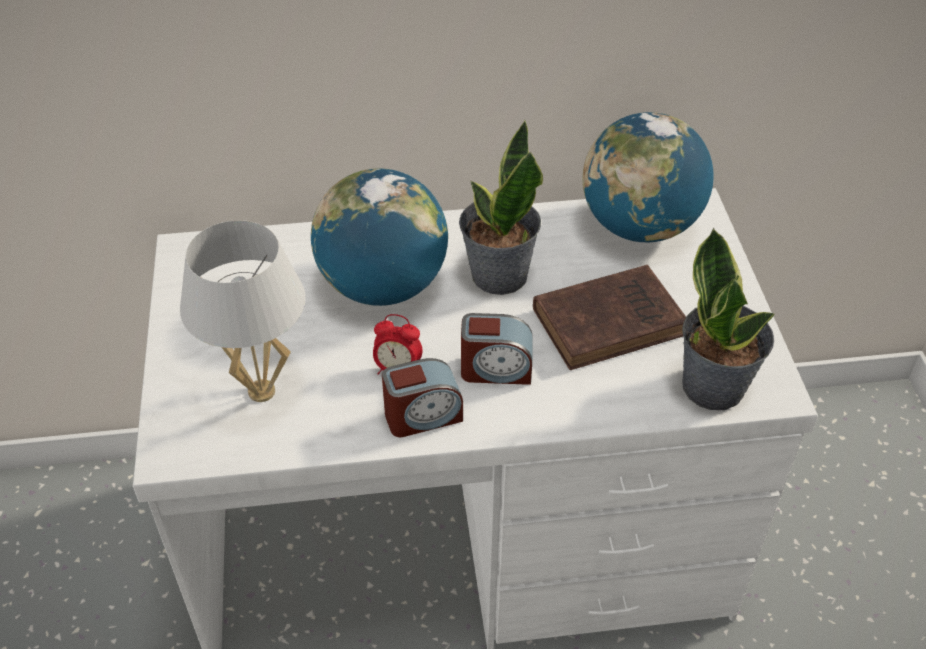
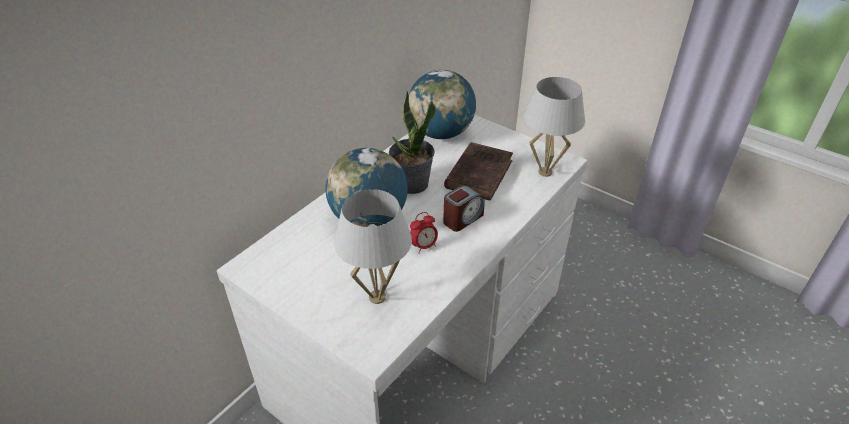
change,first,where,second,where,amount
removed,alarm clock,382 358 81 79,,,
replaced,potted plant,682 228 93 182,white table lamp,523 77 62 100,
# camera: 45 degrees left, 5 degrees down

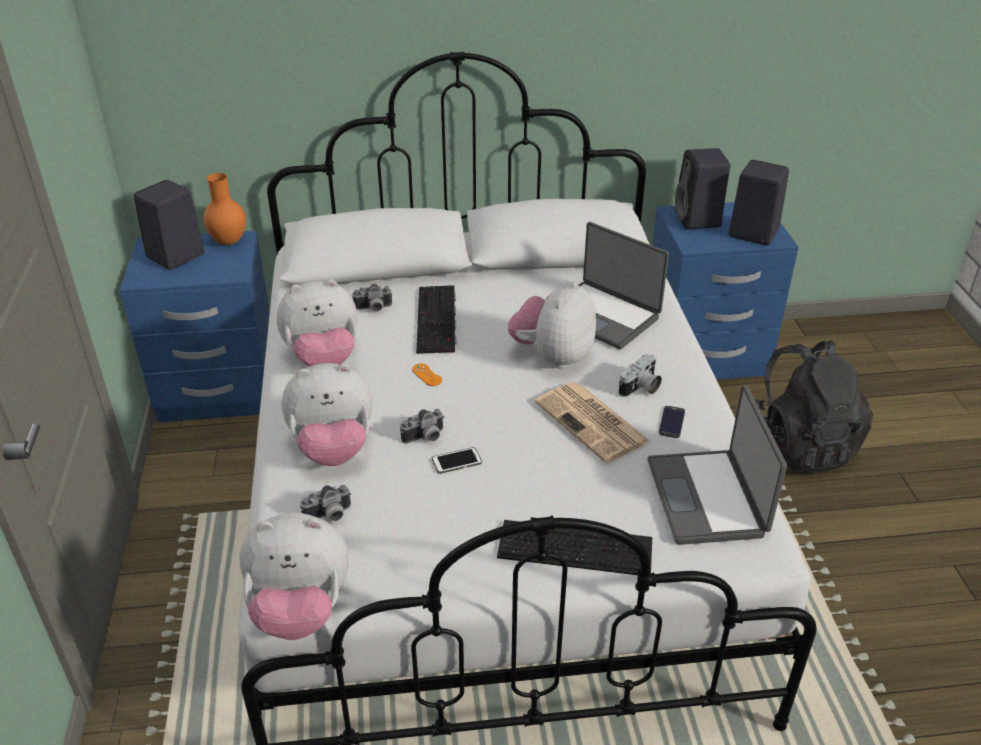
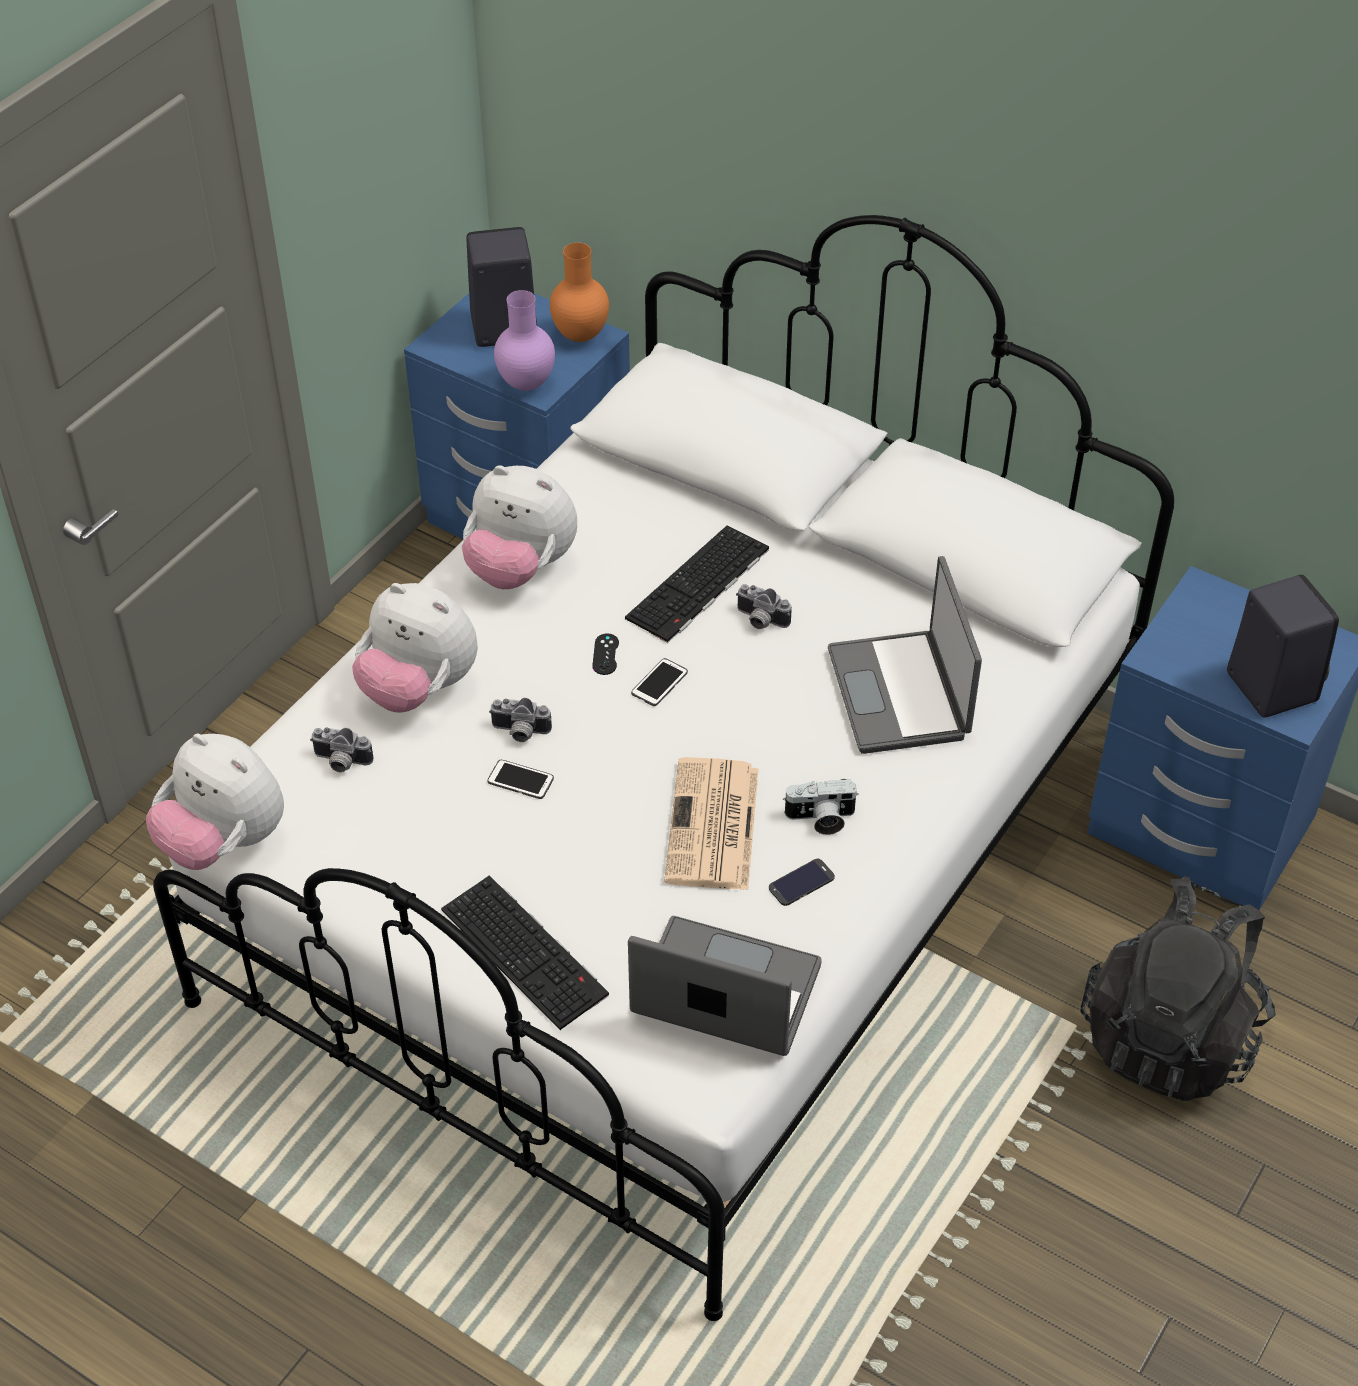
change,first,where,second,where,amount
removed,plush toy,508 280 88 89,,,
removed,black speaker,675 148 55 81,,,
added,,,purple vase,494 290 61 101,
added,,,phone,631 658 57 48,
moved,photo camera,352 284 41 27,,736 584 56 45,
recoloured,orange game controller,412 364 30 22,black game controller,592 633 27 42,
turned,laptop,647 385 140 160,,628 916 194 140,75 degrees clockwise
# camera: 40 degrees right, 10 degrees up

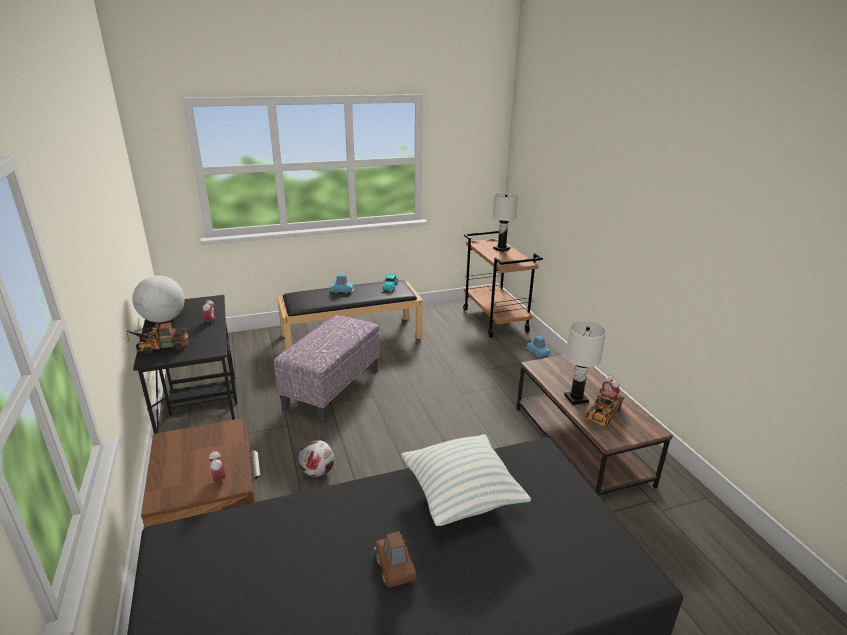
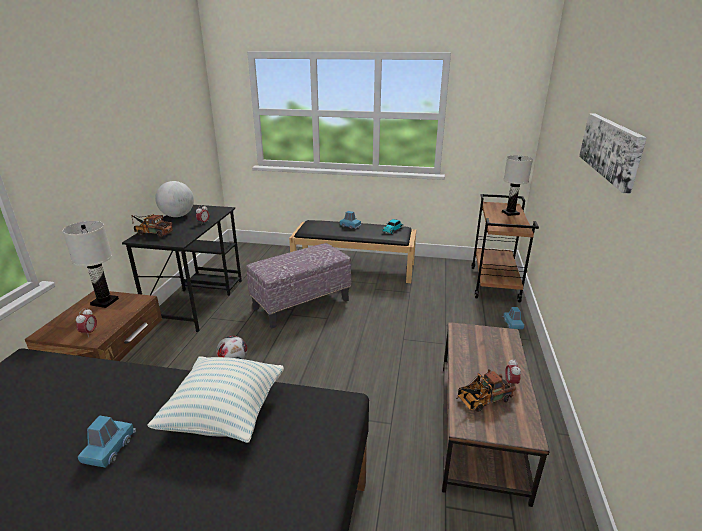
change,first,where,second,where,amount
added,,,picture,579 113 68 81,
moved,white table lamp,564 321 42 84,,62 221 57 87,
recoloured,brown toy car,374 531 42 57,blue toy car,78 415 58 53,
# camera: 30 degrees right, 0 degrees up

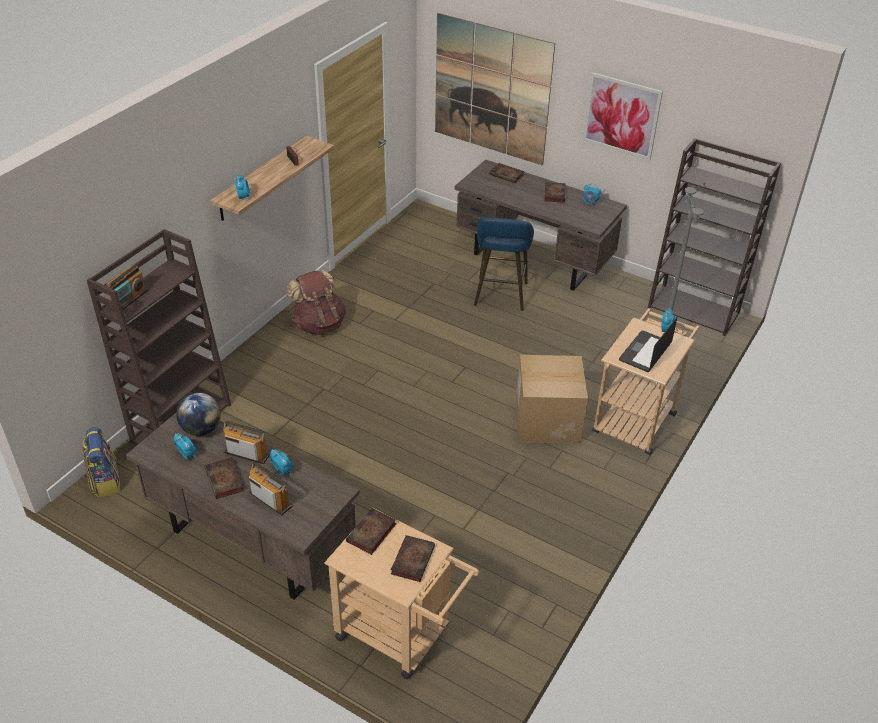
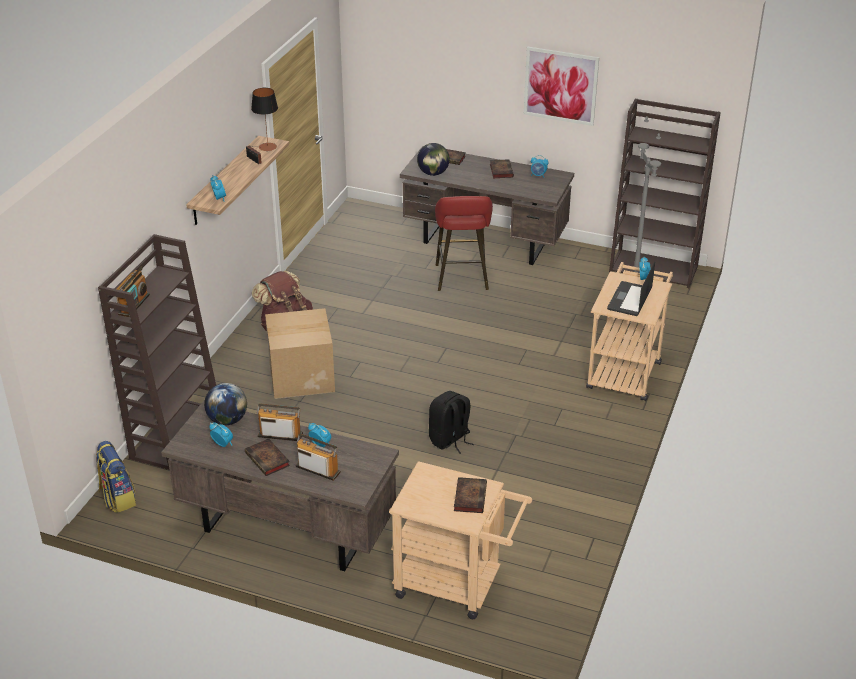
change,first,where,second,where,amount
removed,book,346 508 50 47,,,
removed,picture,435 13 120 153,,,
added,,,table lamp,251 88 27 63,
added,,,globe,417 143 33 33,
added,,,black backpack,429 391 45 63,
moved,cardboard box,516 355 72 88,,265 308 70 91,
recoloured,blue stool,474 217 60 94,red stool,435 196 58 95,
# camera: 10 degrees left, 5 degrees down

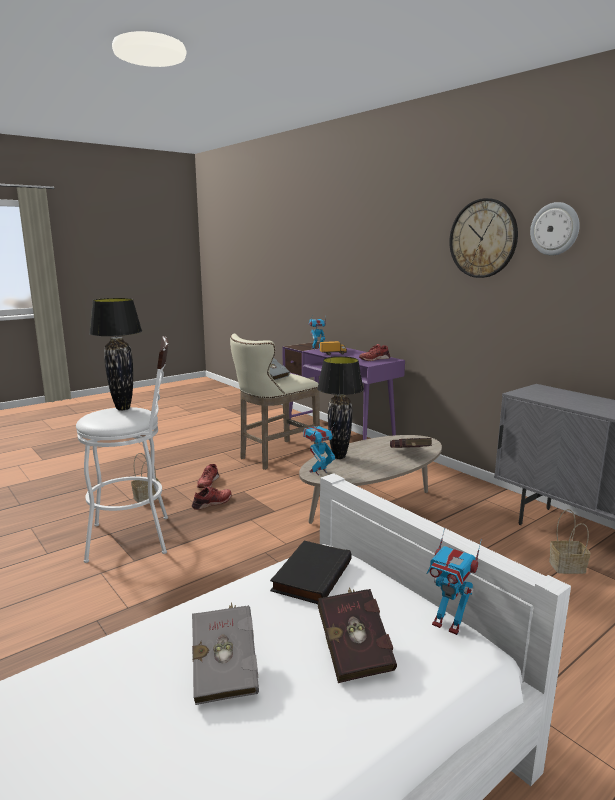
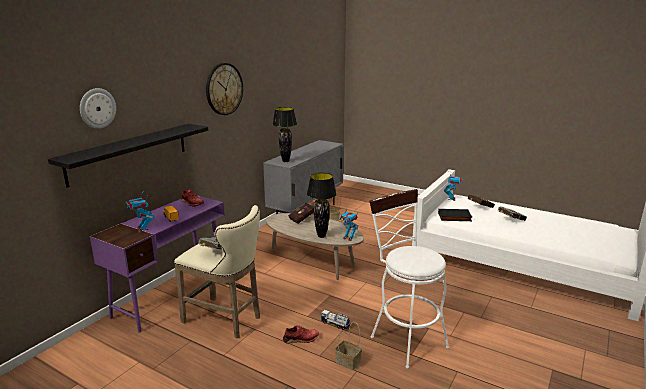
change,first,where,second,where,amount
added,,,black shelf,48 124 160 64,
moved,black table lamp,89 298 53 112,,273 107 24 55,
moved,wall clock,530 202 50 54,,80 88 36 41,
replaced,red shoe,192 487 40 23,toy truck,321 310 29 20,
# camera: 110 degrees left, 5 degrees up

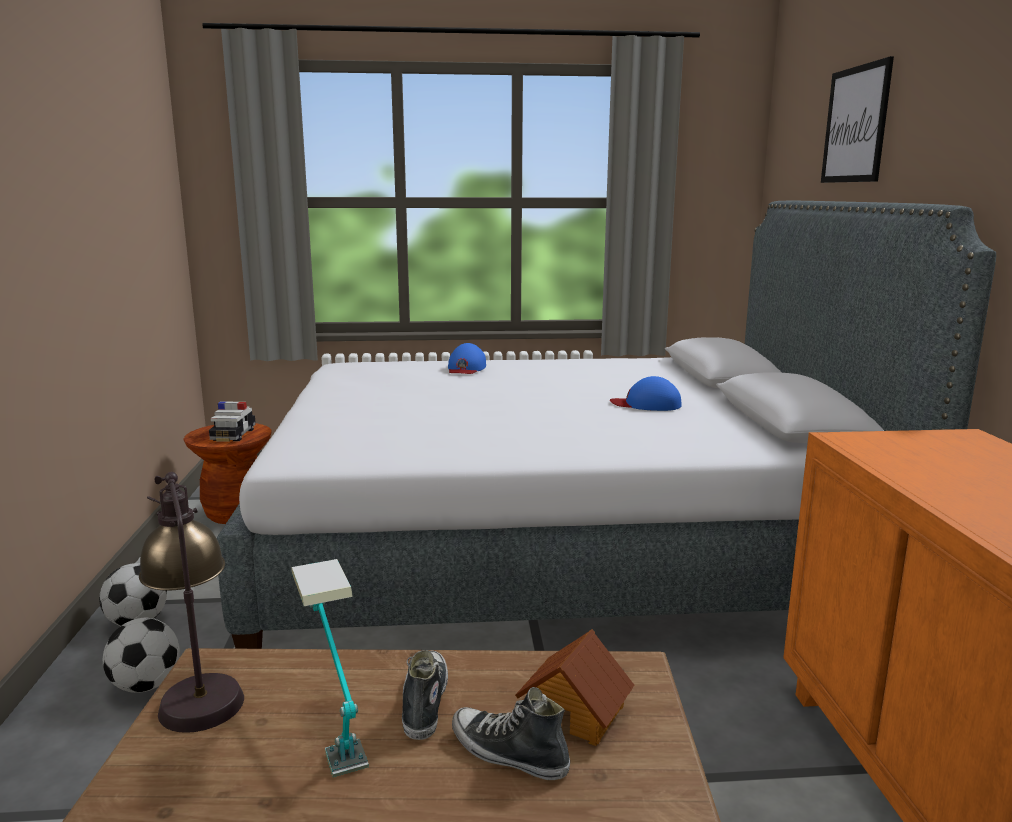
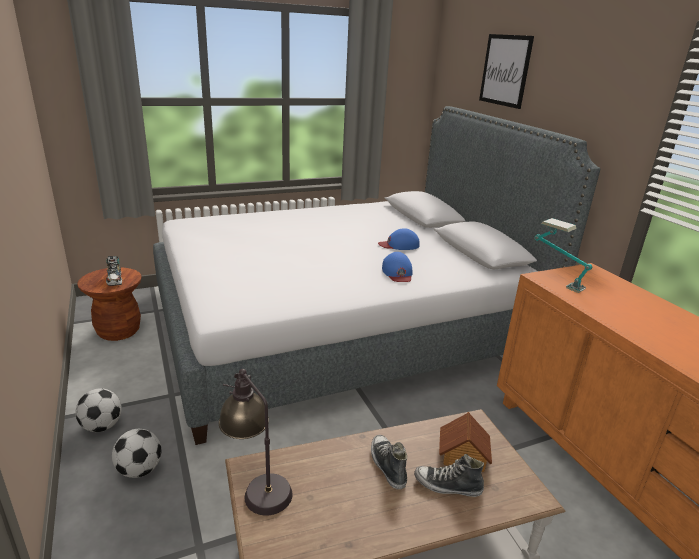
change,first,where,second,where,amount
moved,table lamp,291 559 78 218,,534 218 58 75,
moved,blue cap,448 343 38 31,,382 252 31 30,
replaced,toy car,209 401 47 41,shoe,106 256 16 30,
# camera: 20 degrees left, 10 degrees up

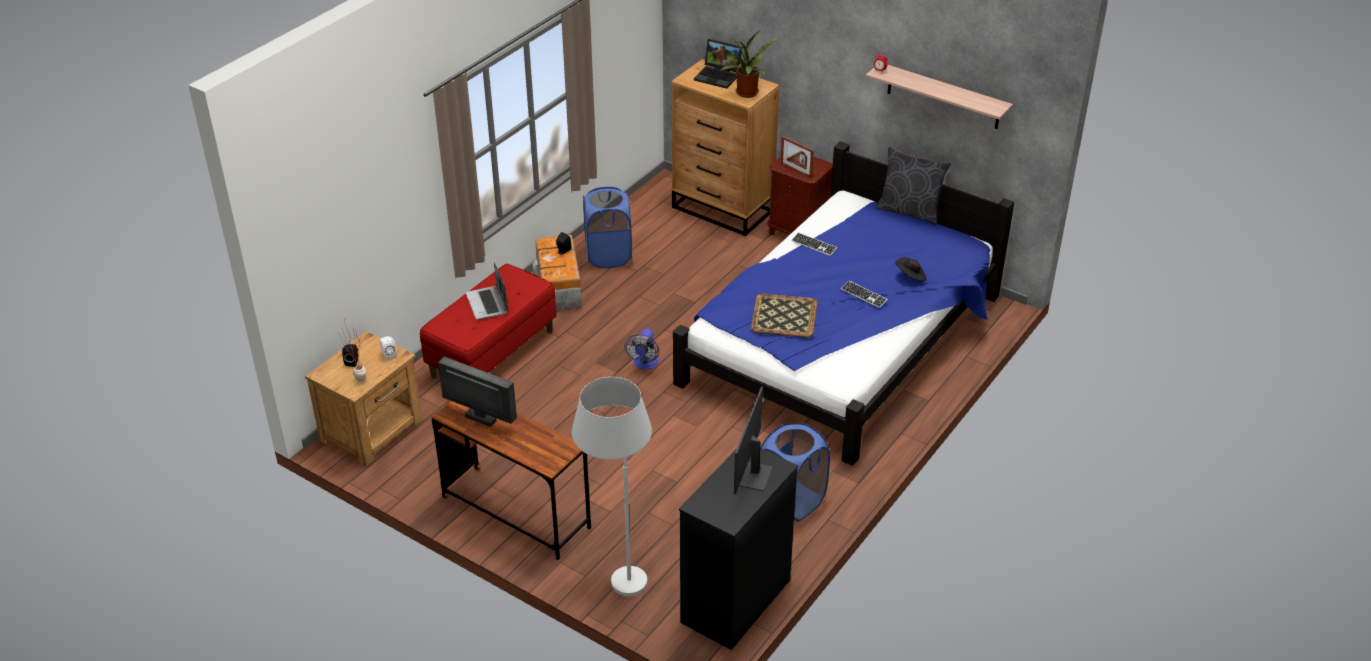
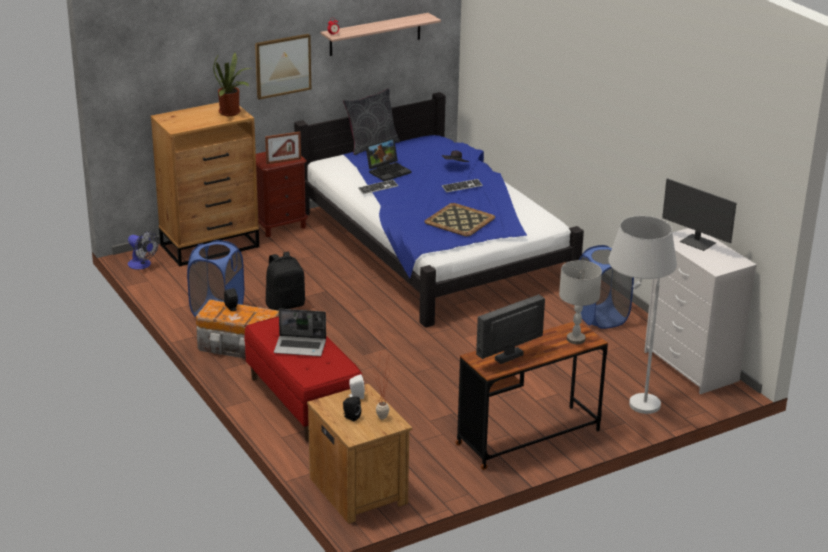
change,first,where,second,where,amount
added,,,picture,255 34 56 66,
added,,,black backpack,266 252 39 59,
added,,,grey table lamp,559 260 43 84,
moved,fan,624 328 35 42,,128 231 31 39,
moved,laptop,694 39 48 50,,366 138 46 43,
recoloured,black dresser,679 448 119 202,white dresser,644 228 113 166,
# camera: 65 degrees left, 10 degrees down

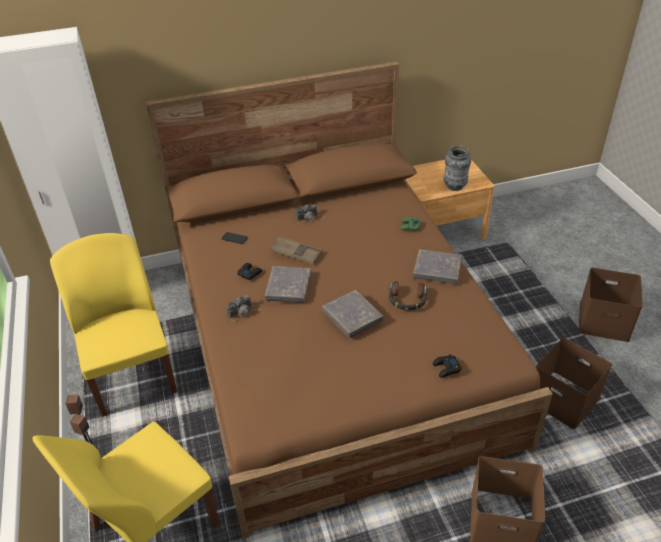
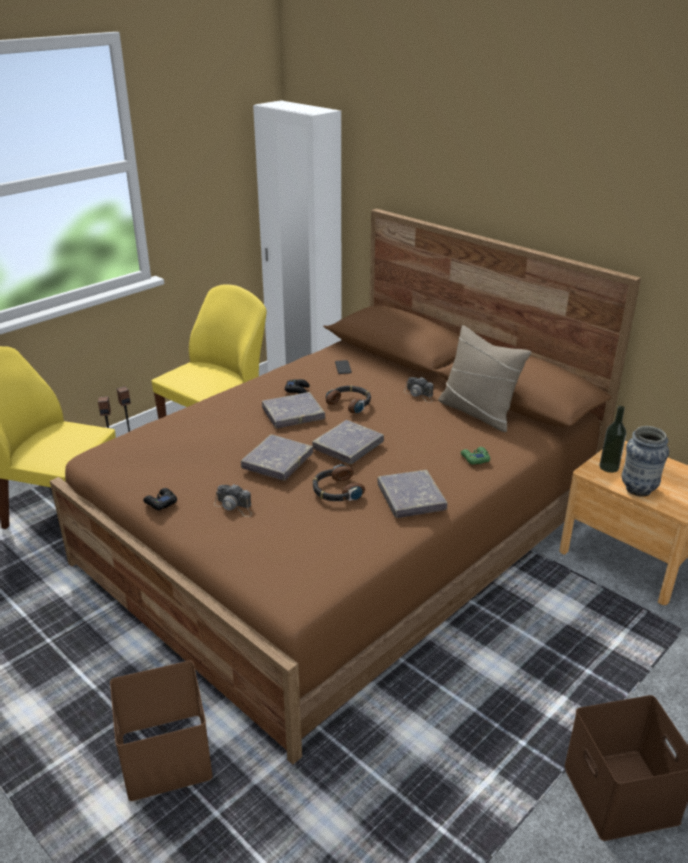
change,first,where,second,where,amount
removed,brown storage box,536 338 76 91,,,
added,,,grey book,312 420 72 44,
added,,,beige pillow,438 325 93 107,
added,,,bottle,600 406 26 67,
moved,photo camera,226 295 36 26,,214 484 38 33,
moved,black game controller,433 354 29 24,,143 488 34 22,
replaced,brown tray,271 236 51 28,headphones,326 385 45 28,
# camera: 60 degrees right, 10 degrees down

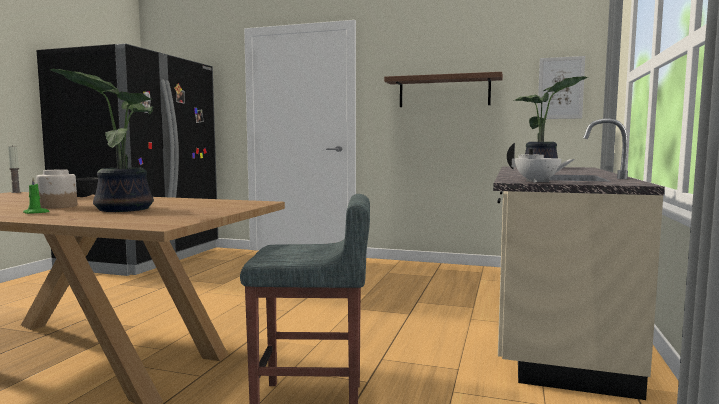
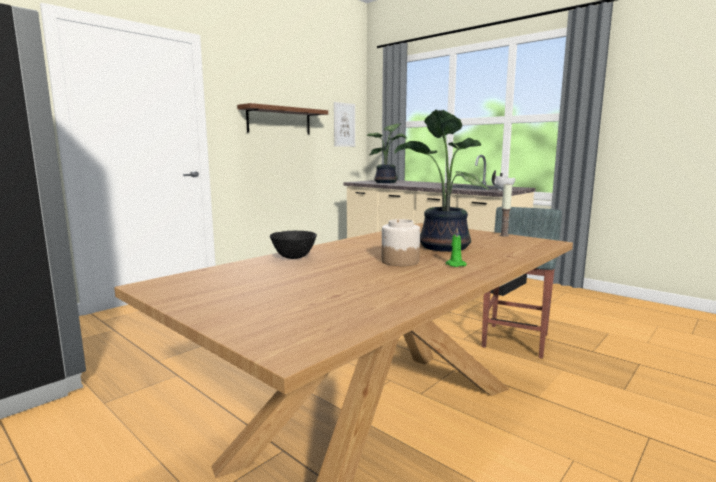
change,first,where,second,where,amount
moved,candle,8 145 13 48,,500 184 12 53,
# camera: 65 degrees left, 5 degrees up

